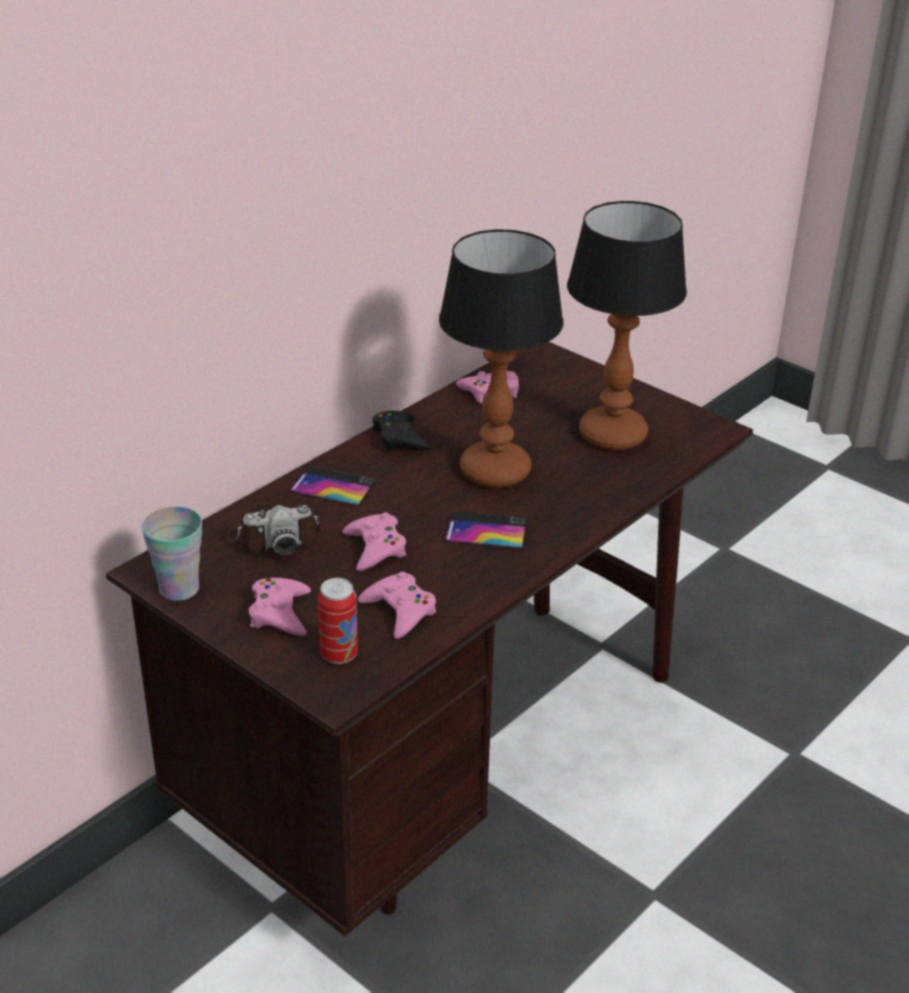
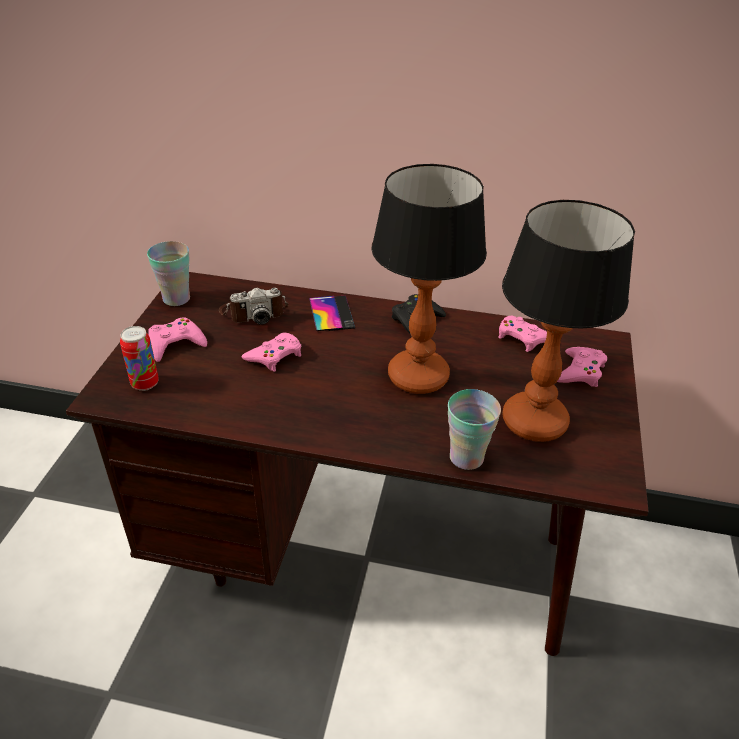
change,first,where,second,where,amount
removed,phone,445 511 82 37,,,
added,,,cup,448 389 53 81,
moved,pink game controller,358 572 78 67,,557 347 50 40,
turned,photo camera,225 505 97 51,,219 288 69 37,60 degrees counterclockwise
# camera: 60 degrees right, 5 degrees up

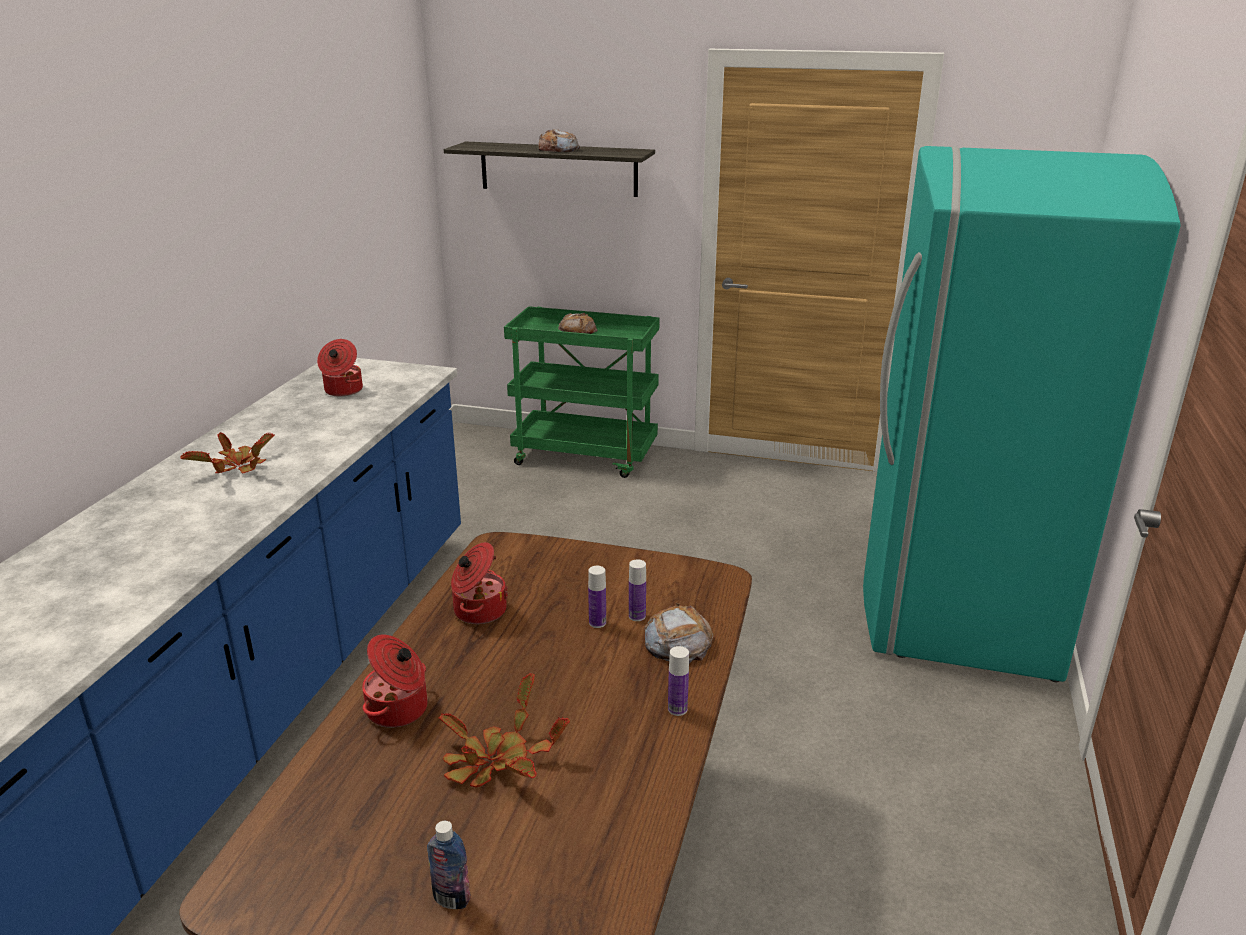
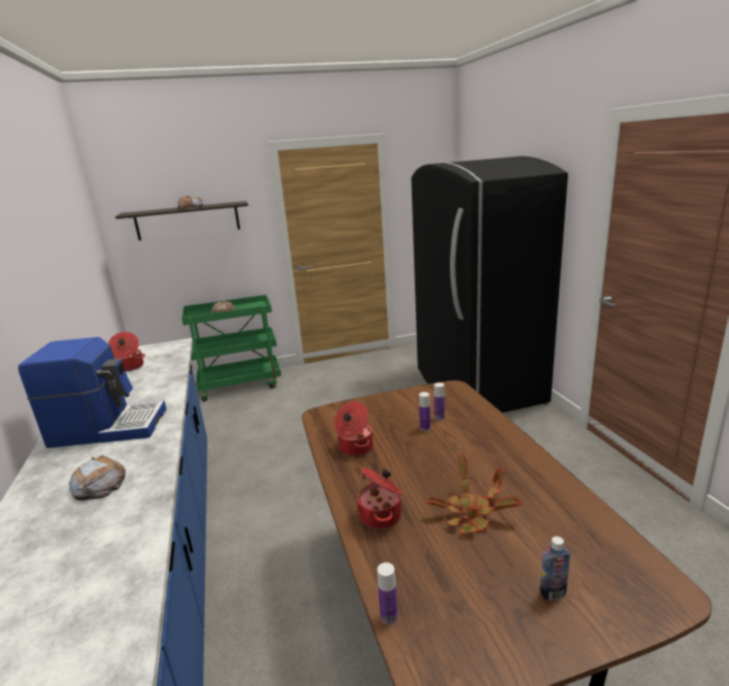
change,first,where,second,where,amount
moved,bread,644 603 69 61,,69 455 57 46,
moved,bottle,668 646 21 70,,377 562 21 63,
replaced,potted plant,181 432 94 41,coffee machine,18 337 148 111,
recoloured,turquoise fridge,863 146 318 537,black fridge,411 156 157 257,
# camera: 30 degrees left, 5 degrees down

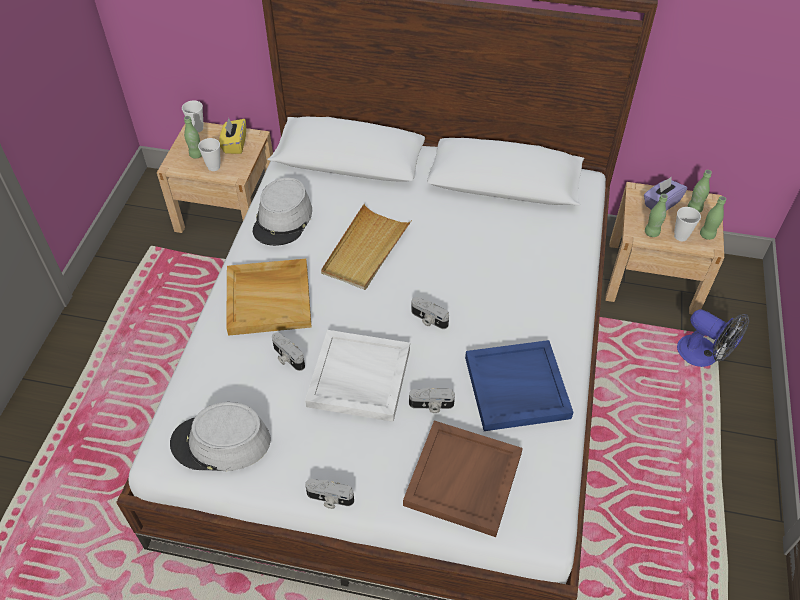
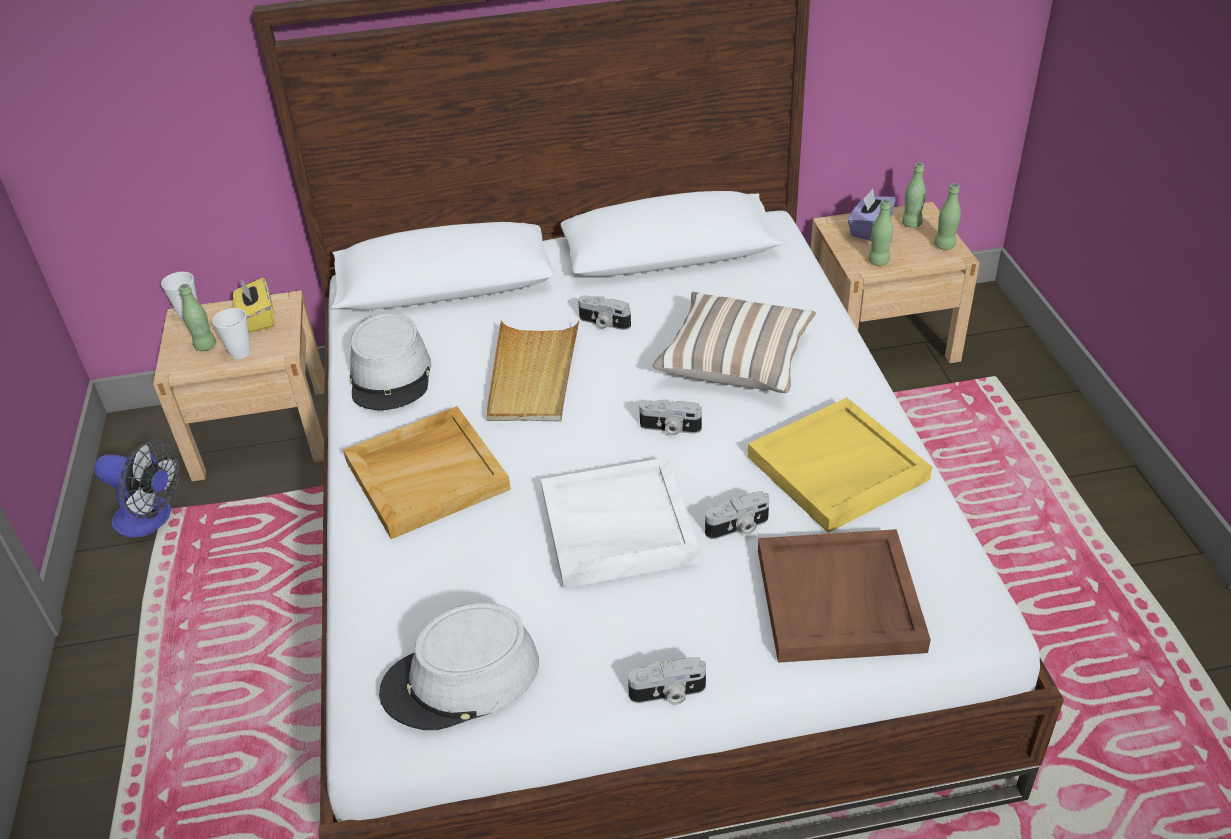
change,first,where,second,where,amount
removed,cup,674 207 27 34,,,
added,,,pillow,652 292 164 101,
moved,photo camera,272 333 33 38,,578 295 53 35,
moved,fan,677 310 73 57,,94 439 85 98,
recoloured,blue tray,465 340 108 91,yellow tray,748 398 184 135,
# camera: 20 degrees left, 10 degrees down

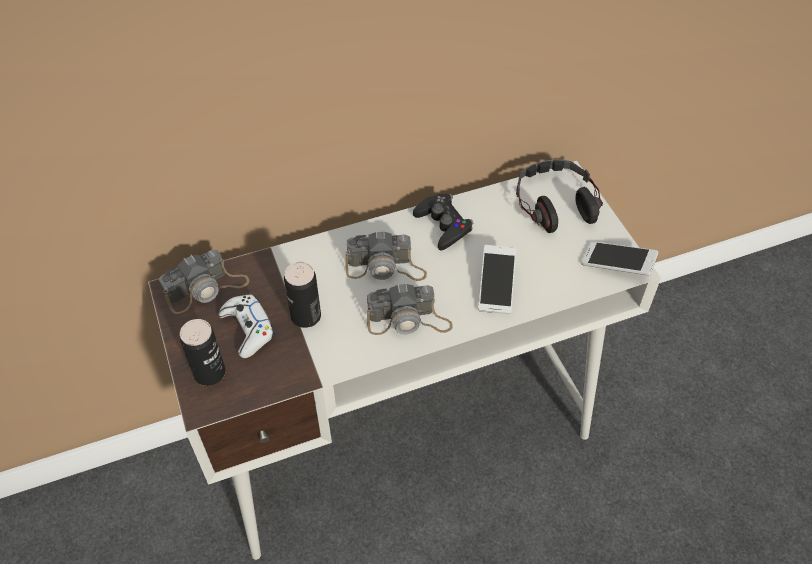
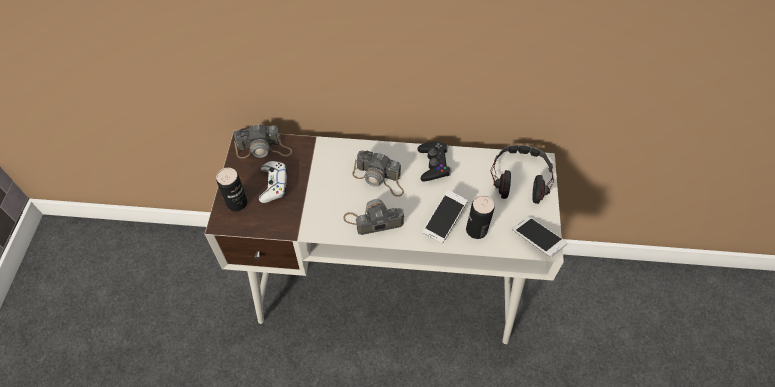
change,first,where,second,where,amount
moved,can,284 262 37 66,,466 195 28 44,
turned,photo camera,367 283 86 52,,343 199 61 36,150 degrees clockwise
# camera: 25 degrees right, 5 degrees up

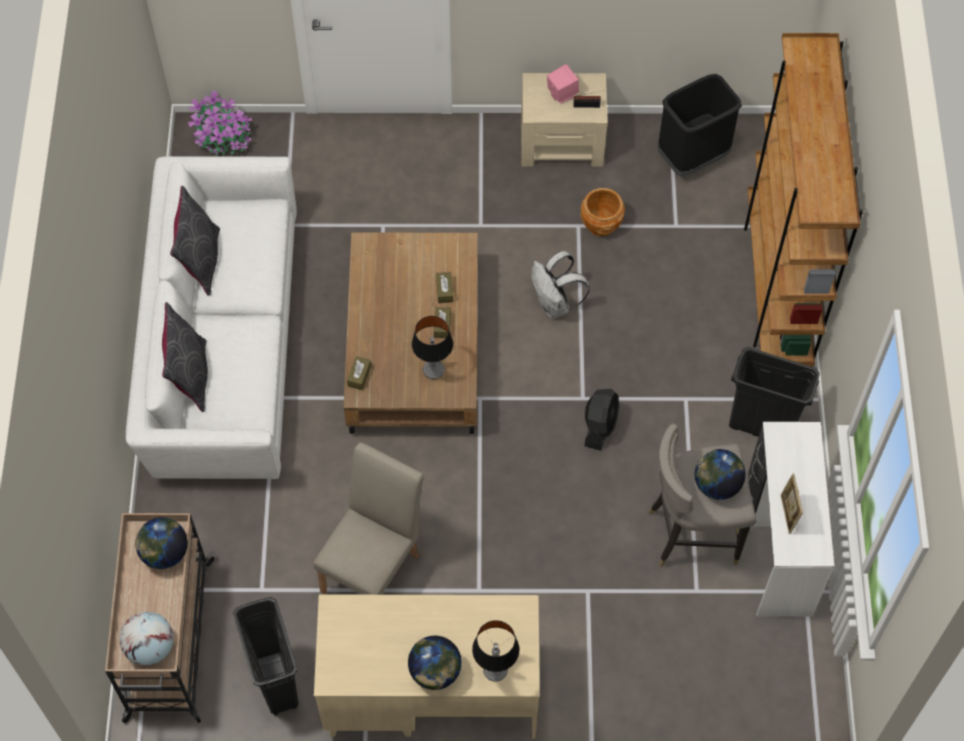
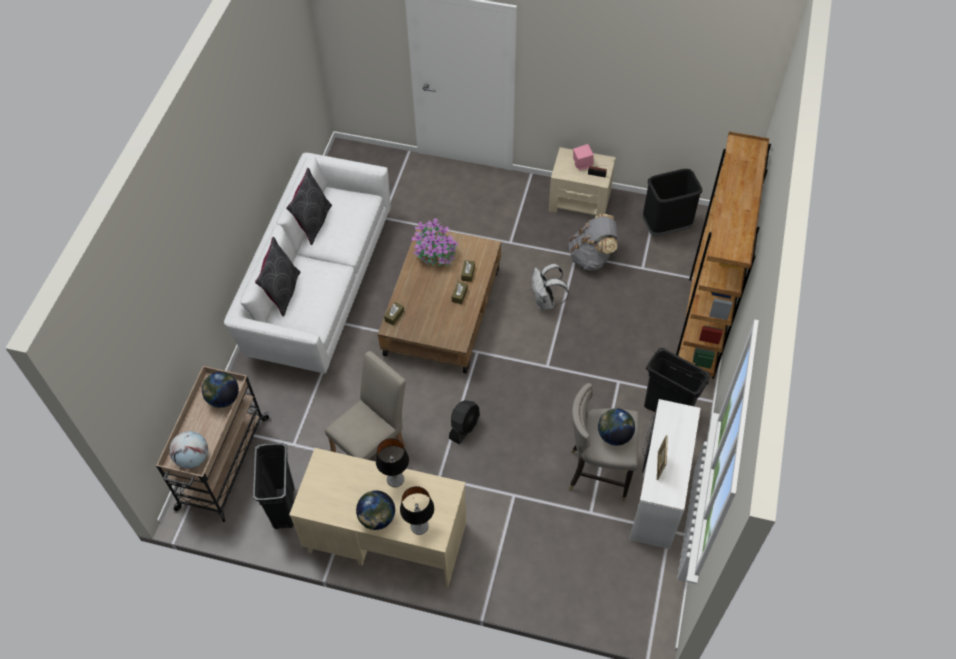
change,first,where,second,where,amount
moved,potted plant,188 91 64 64,,412 218 47 48,
moved,table lamp,412 316 41 63,,376 438 33 49,
moved,black fan,584 389 35 62,,449 400 31 45,
replaced,brown planter,580 188 45 48,grey backpack,569 214 50 57,
# camera: 15 degrees right, 5 degrees down

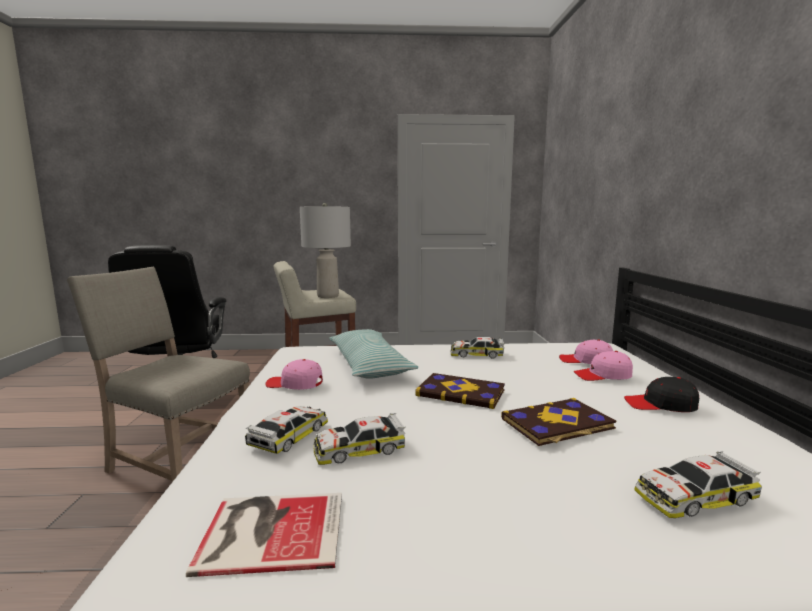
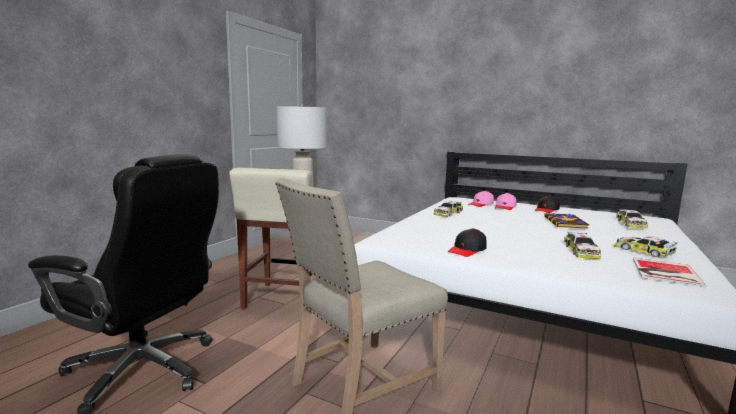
change,first,where,second,where,amount
removed,pillow,329 329 89 50,,,
removed,book,416 373 89 36,,,
moved,toy car,245 406 83 48,,614 236 63 21,
recoloured,pink cap,265 359 58 31,black cap,448 228 39 29,
# camera: 60 degrees left, 0 degrees up

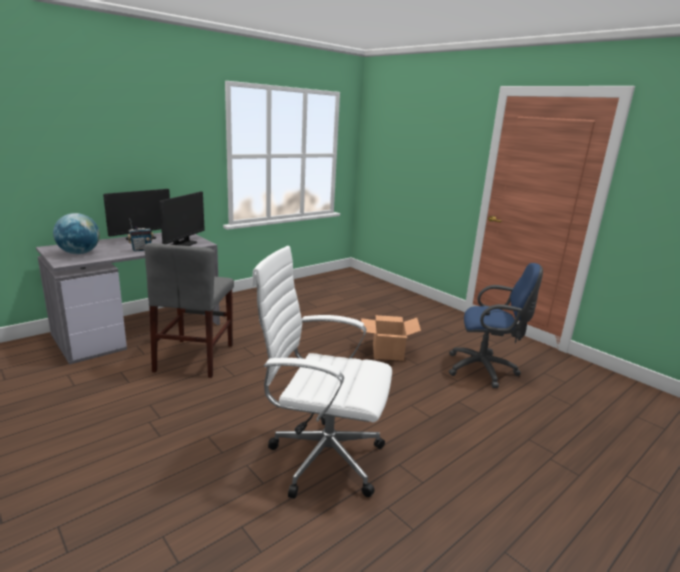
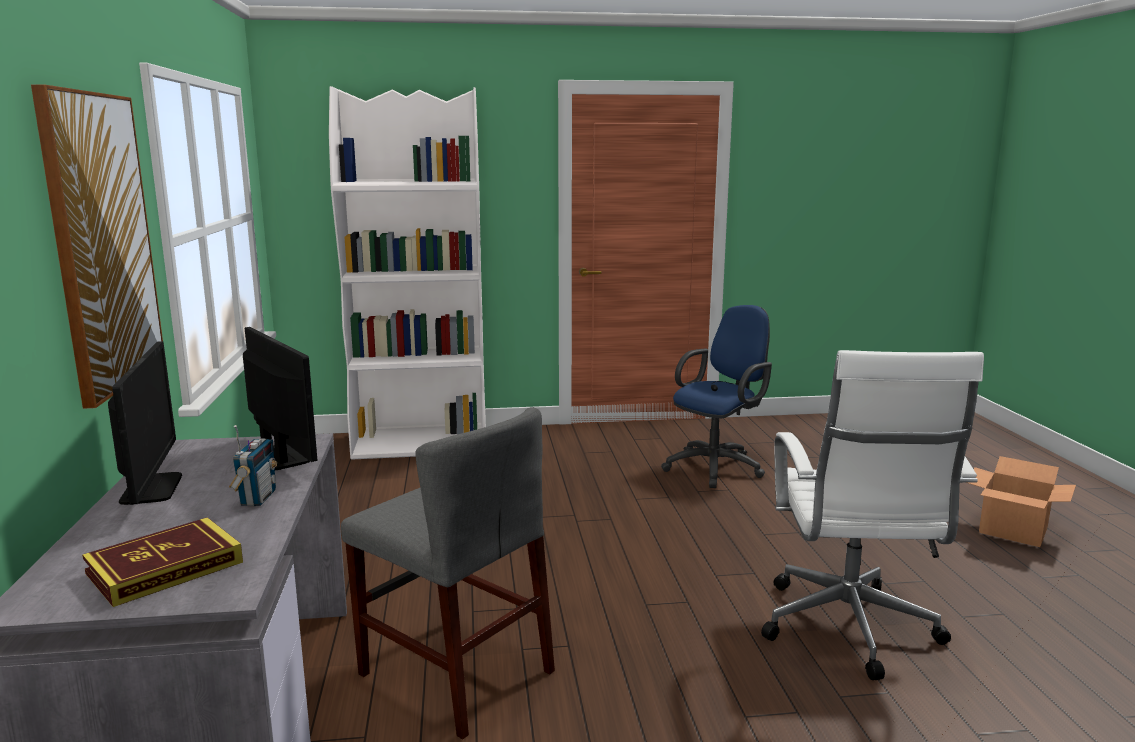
change,first,where,second,where,amount
added,,,picture,31 84 132 325,
added,,,white bookcase,329 86 157 374,
moved,cardboard box,361 315 60 46,,965 456 111 91,
replaced,globe,53 213 47 41,book,82 517 161 90,
turned,white office chair,252 246 140 253,,761 350 223 330,45 degrees counterclockwise
# camera: 55 degrees left, 5 degrees down

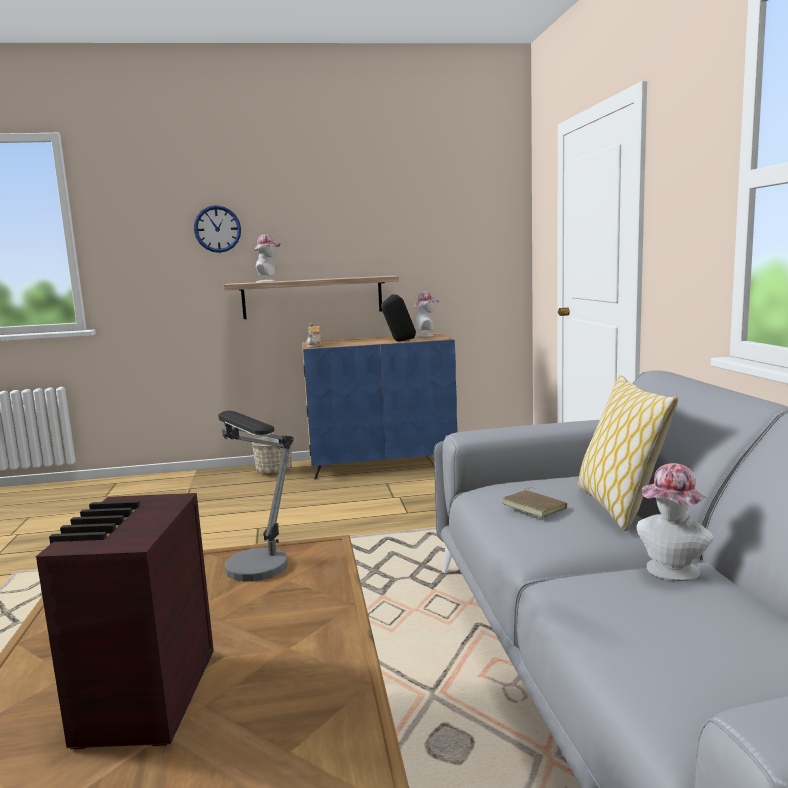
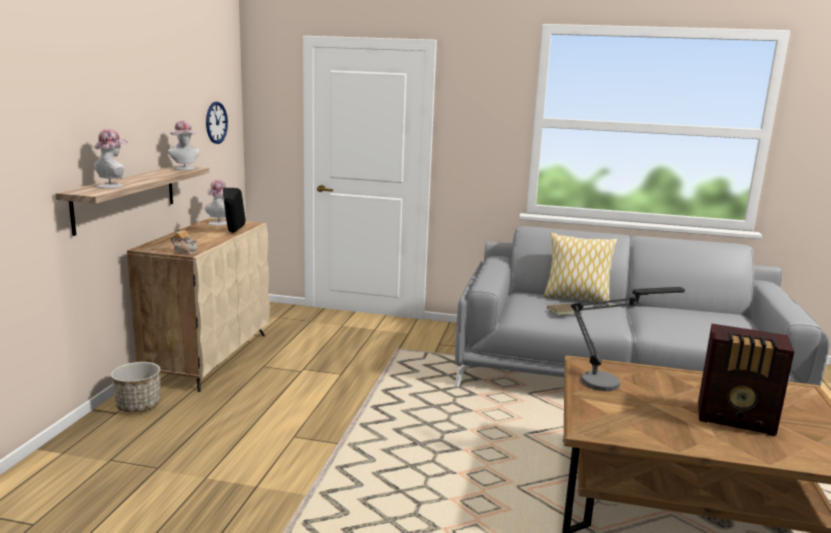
change,first,where,second,where,amount
moved,wall clock,194 205 47 48,,206 102 22 42,
moved,hat,637 463 77 118,,168 121 32 49,
recoloured,blue cabinet,302 333 156 146,beige cabinet,127 218 143 174,
# camera: 70 degrees left, 5 degrees up

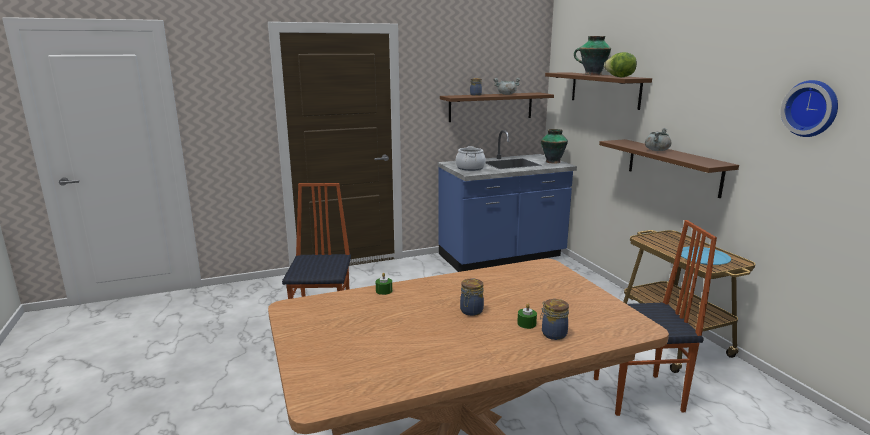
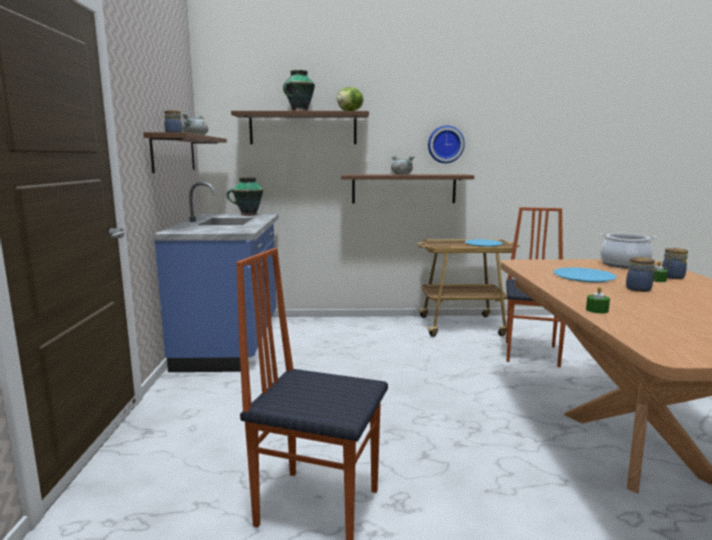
change,first,where,second,where,amount
added,,,blue plate,553 267 64 15,
moved,cooking pot,456 146 30 25,,600 233 57 35,
moved,wall clock,781 80 57 57,,428 126 37 37,
# camera: 70 degrees left, 5 degrees down

